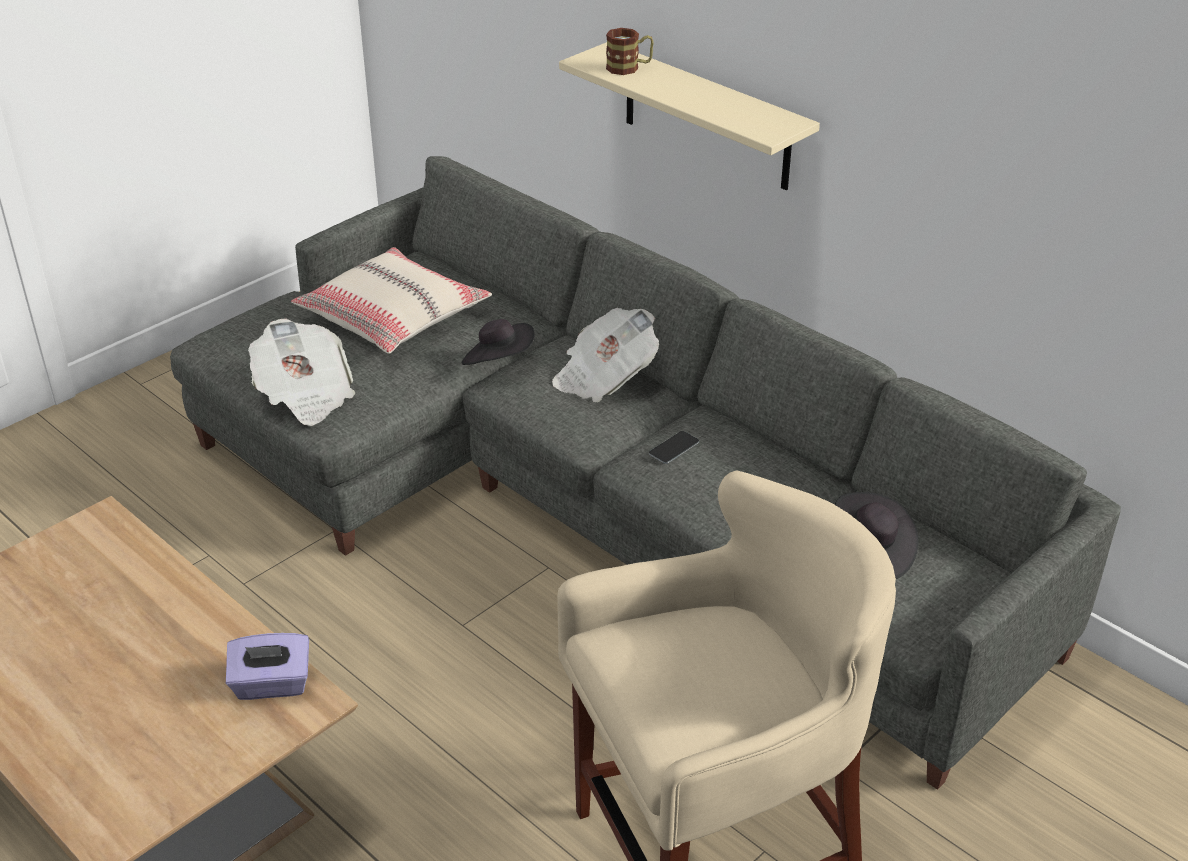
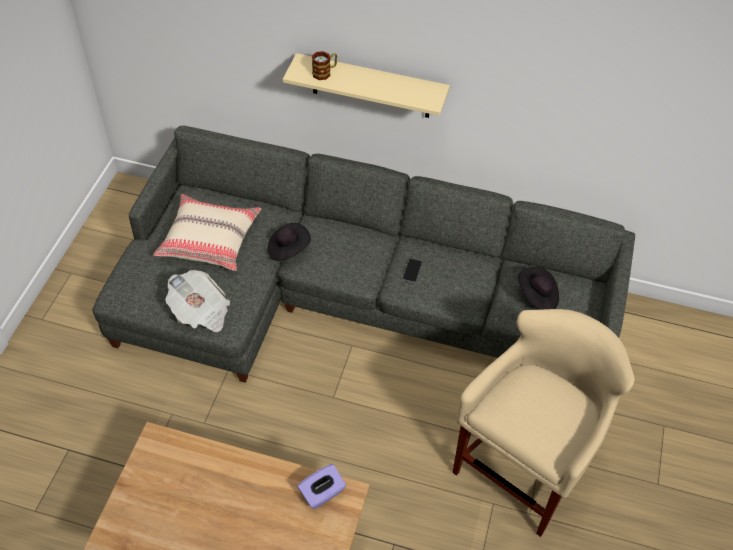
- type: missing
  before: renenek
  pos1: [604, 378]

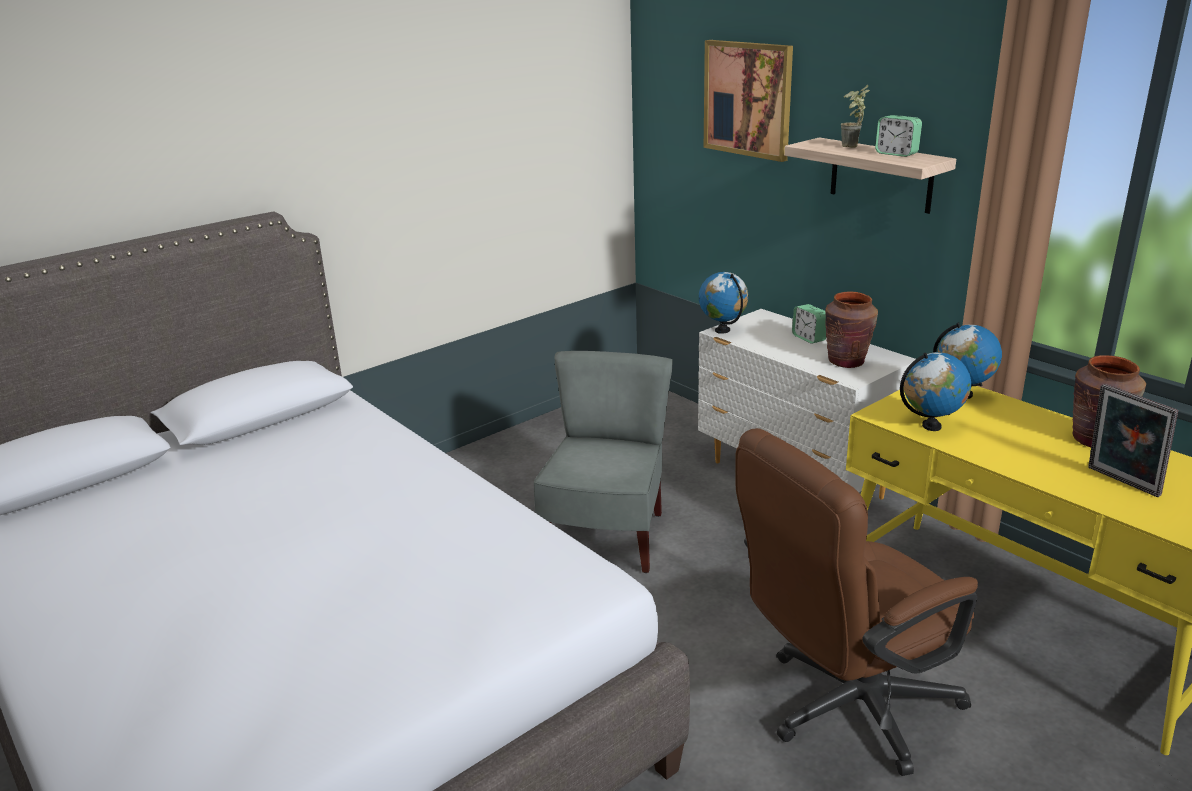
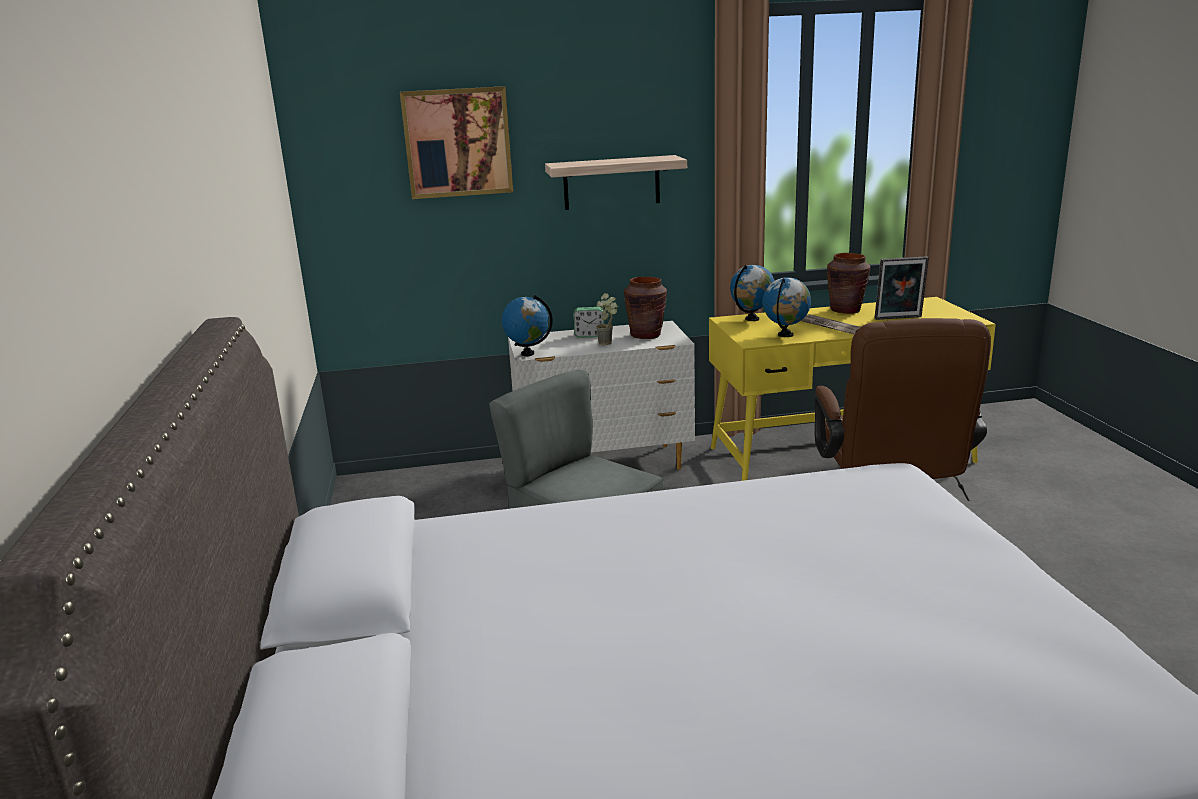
- type: relocated
  before: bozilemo
  pos1: [852, 147]
  pos2: [609, 344]
- type: missing
  before: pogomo
  pos1: [896, 154]
- type: appeared
  after: renenek
  pos2: [830, 326]

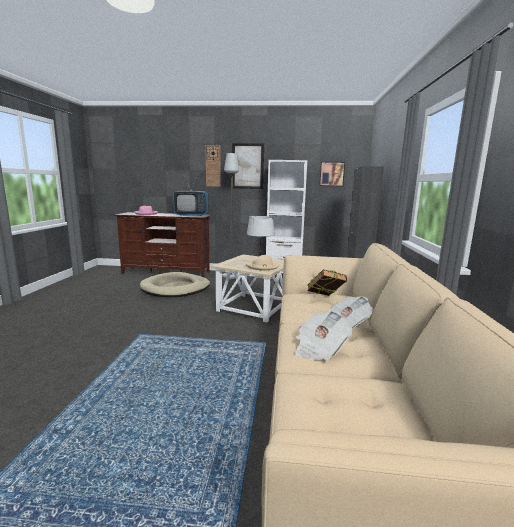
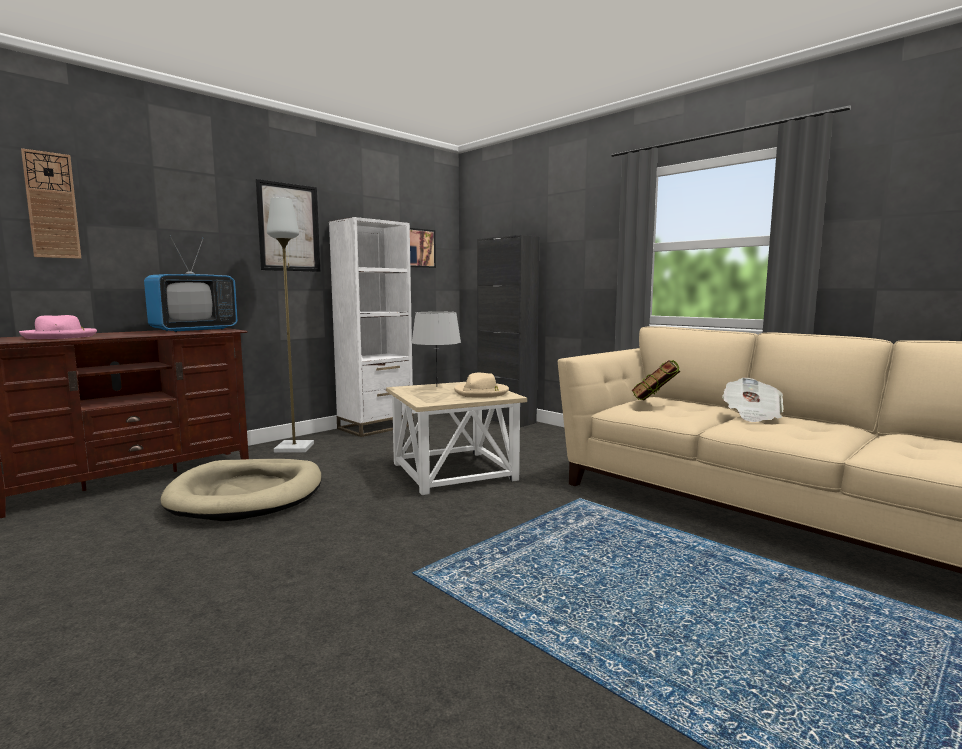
- type: relocated
  before: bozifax
  pos1: [213, 166]
  pos2: [52, 205]
- type: missing
  before: renenek
  pos1: [319, 349]

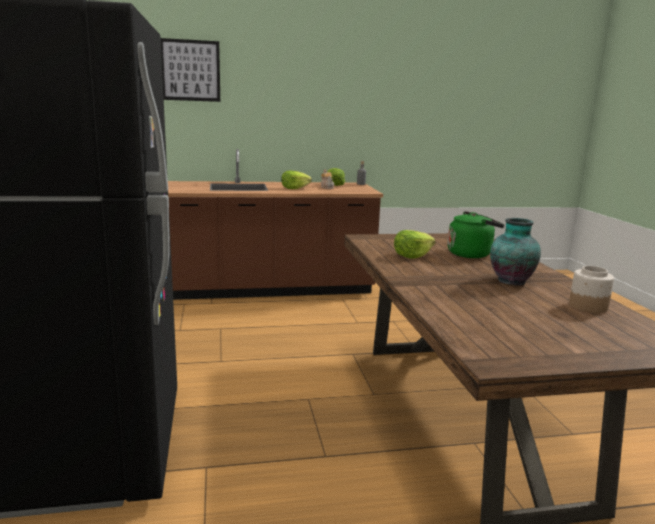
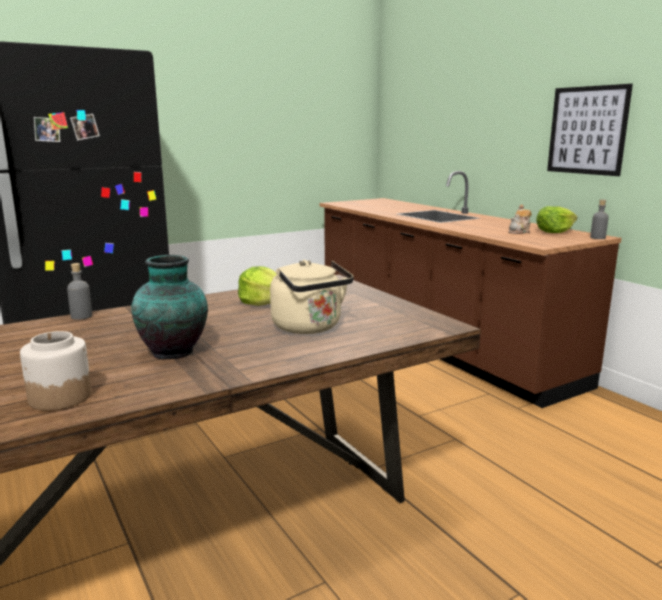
- type: relocated
  before: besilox
  pos1: [190, 70]
  pos2: [587, 130]
- type: missing
  before: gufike
  pos1: [294, 188]
- type: colour
  before: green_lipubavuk
  after: beige_lipubavuk
  pos1: [471, 254]
  pos2: [309, 328]
- type: appeared
  after: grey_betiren
  pos2: [81, 316]

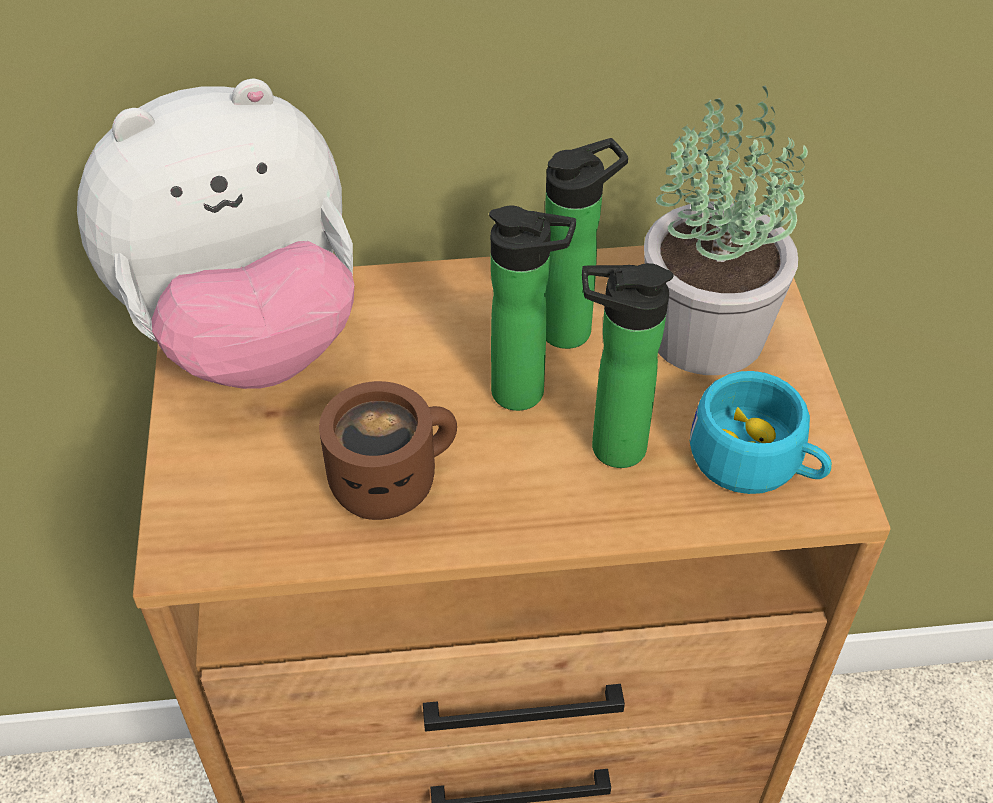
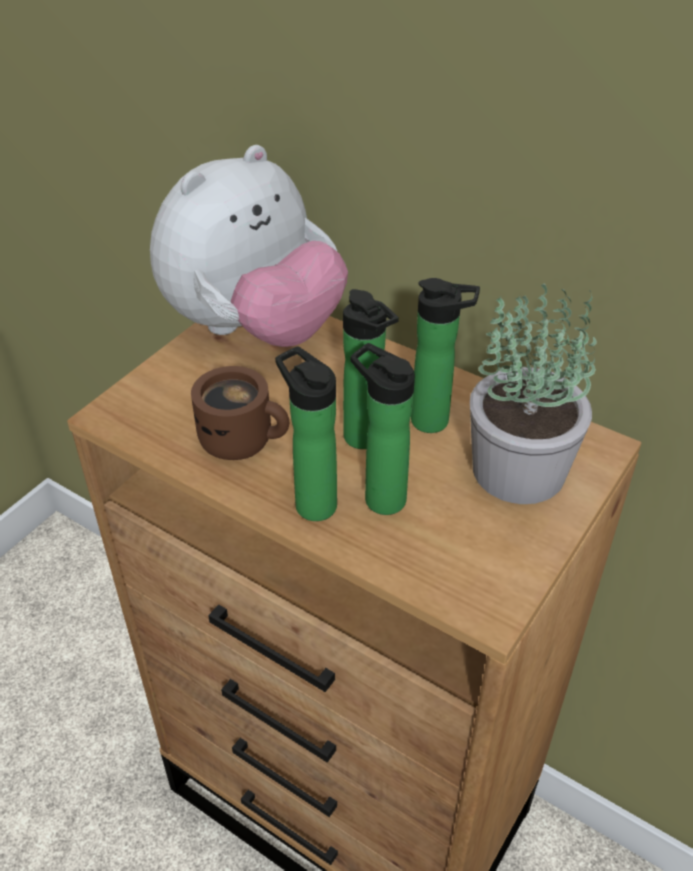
- type: spun
  before: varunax
  pos1: [246, 335]
  pos2: [254, 329]
  turn: -60
- type: missing
  before: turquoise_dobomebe
  pos1: [757, 462]
- type: appeared
  after: betiren
  pos2: [311, 502]

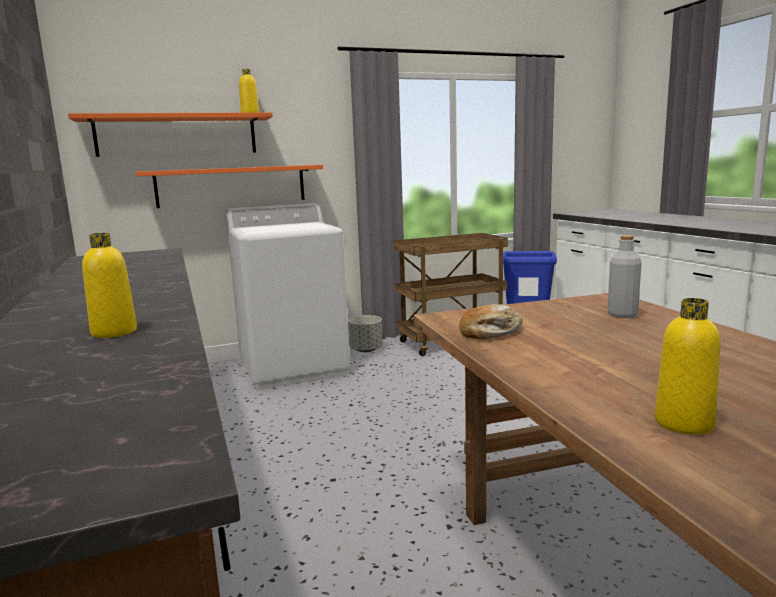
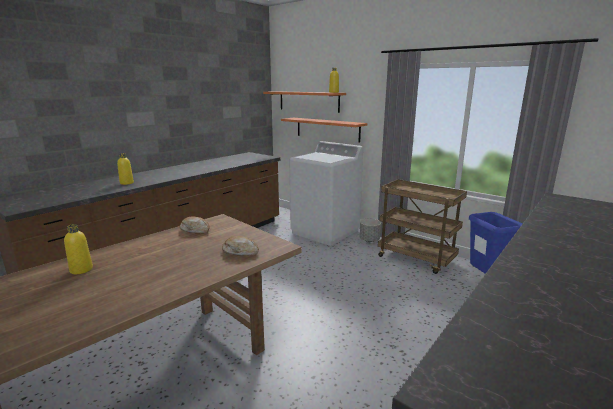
- type: exchanged
  before: grey_betiren
  after: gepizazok
  pos1: [622, 315]
  pos2: [240, 251]

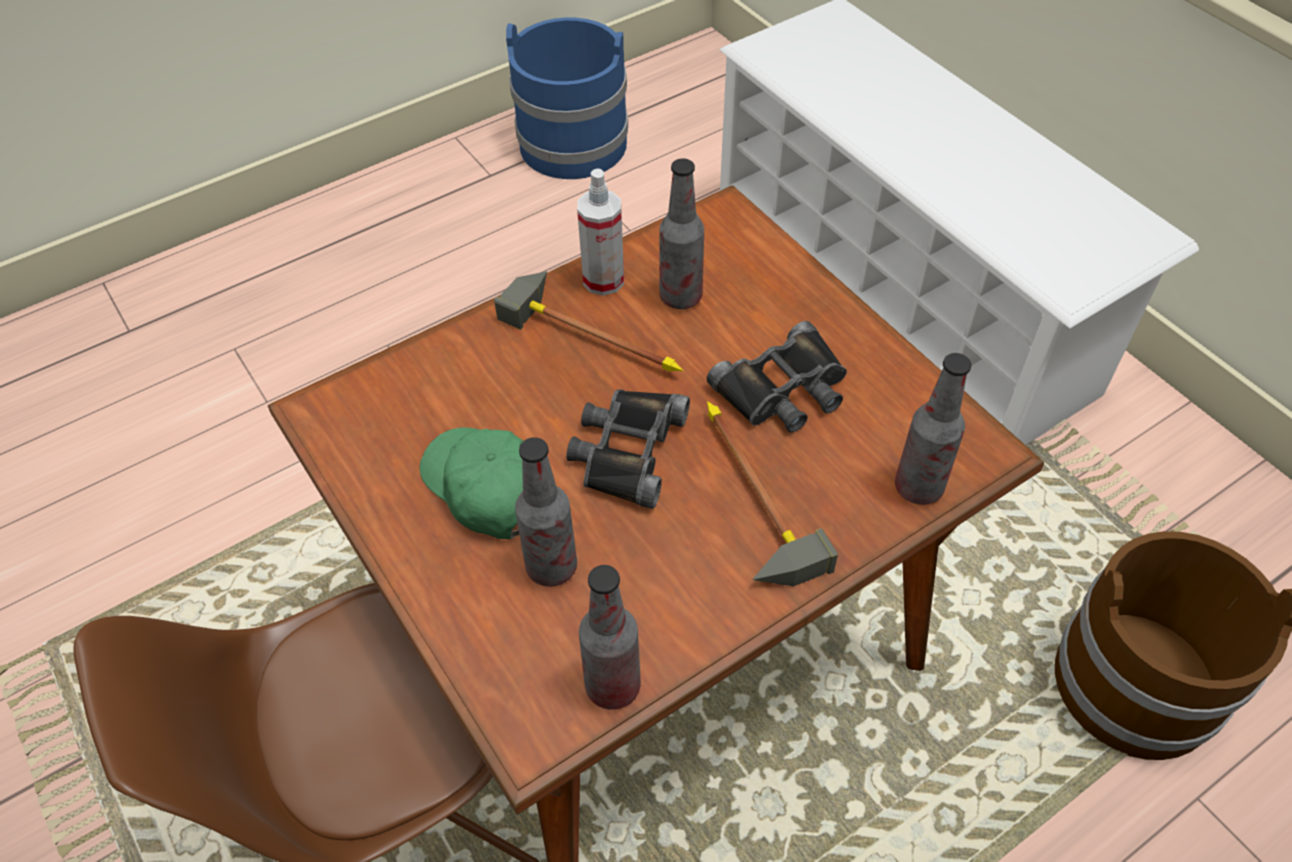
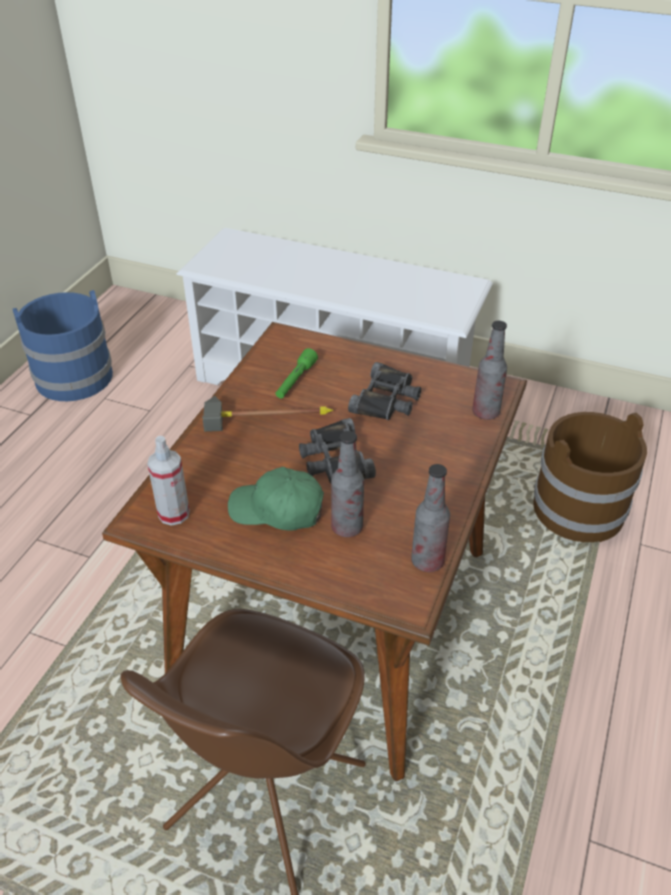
- type: relocated
  before: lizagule
  pos1: [603, 280]
  pos2: [174, 513]
- type: exchanged
  before: betiren
  after: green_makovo
  pos1: [680, 297]
  pos2: [295, 381]
- type: missing
  before: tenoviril
  pos1: [743, 495]

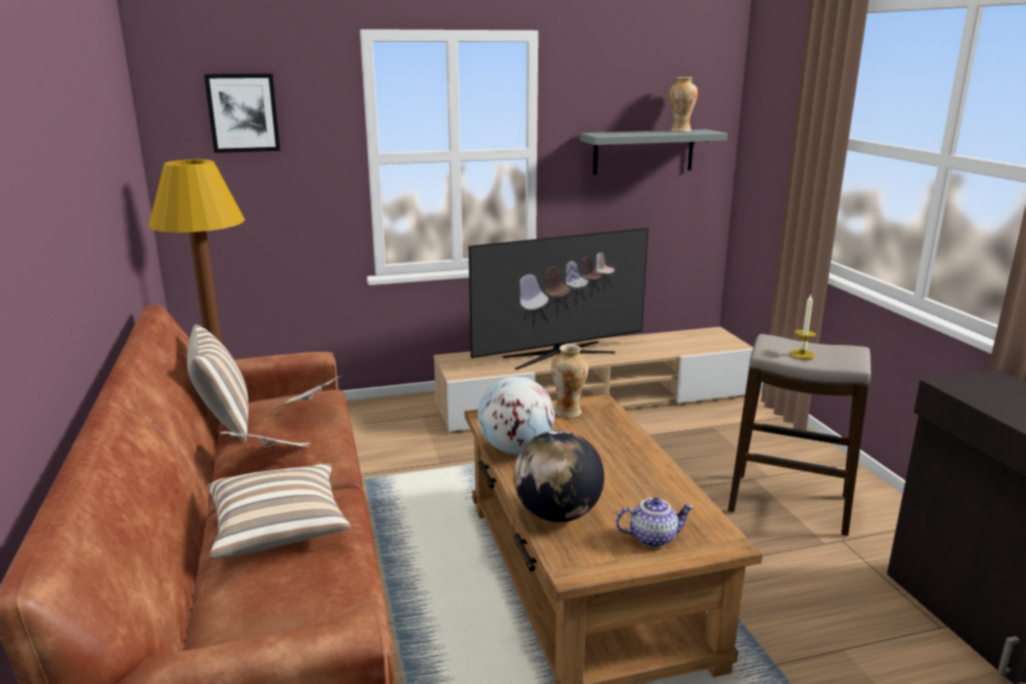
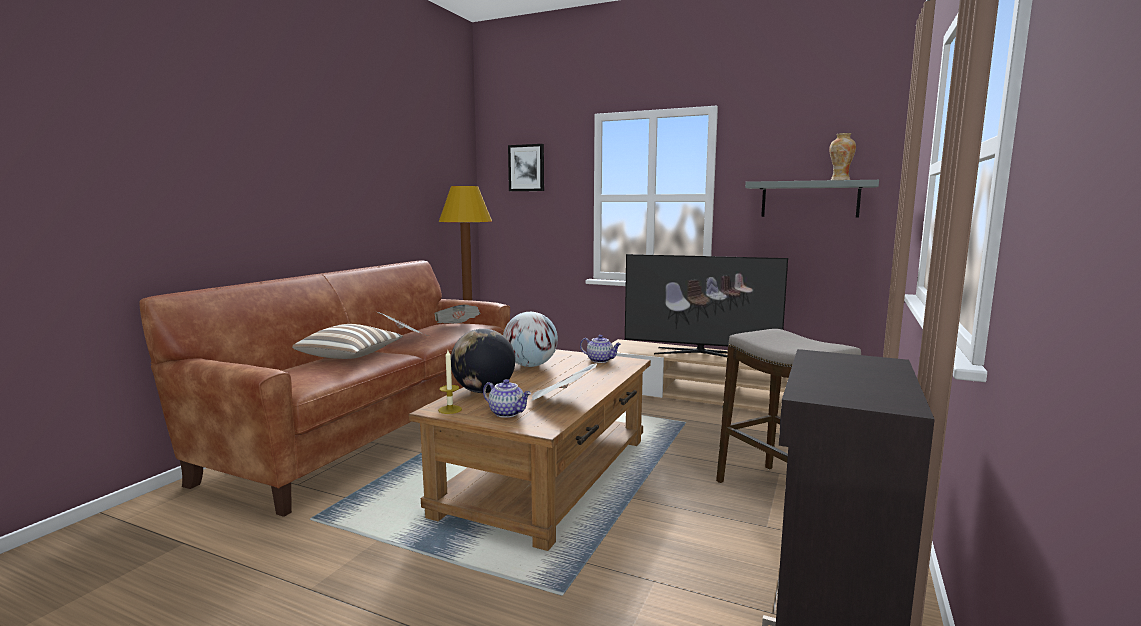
- type: missing
  before: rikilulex
  pos1: [224, 424]
- type: exchanged
  before: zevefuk
  after: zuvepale
  pos1: [568, 412]
  pos2: [600, 360]
- type: relocated
  before: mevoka
  pos1: [802, 354]
  pos2: [450, 409]
- type: appeared
  after: renenek
  pos2: [561, 401]

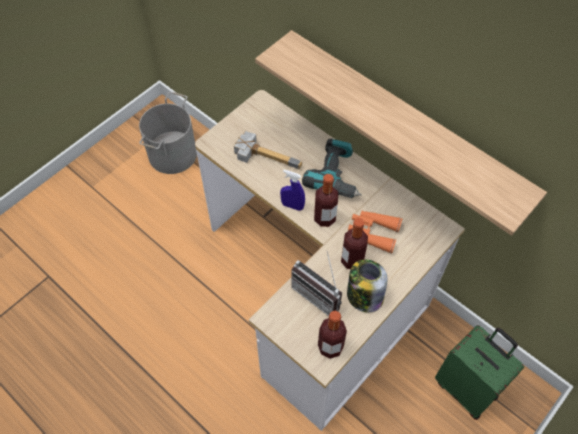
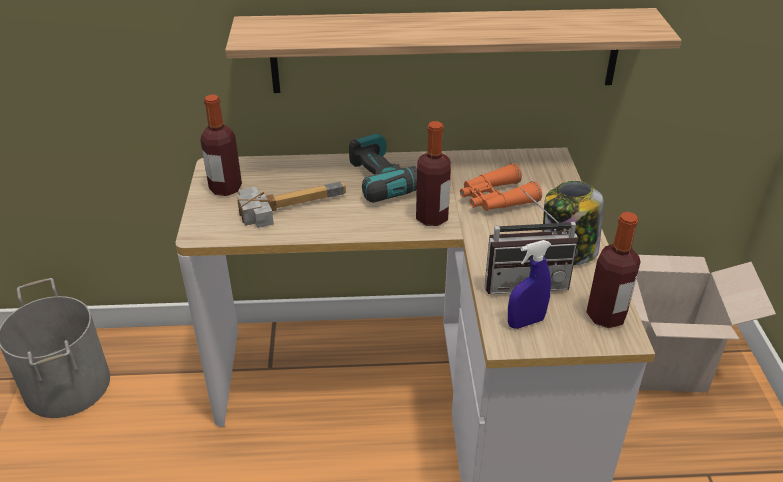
- type: relocated
  before: blue_lizagule
  pos1: [292, 206]
  pos2: [525, 322]
- type: relocated
  before: betiren
  pos1: [352, 260]
  pos2: [225, 188]
- type: exchanged
  before: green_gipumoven
  after: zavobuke
  pos1: [467, 388]
  pos2: [660, 363]

